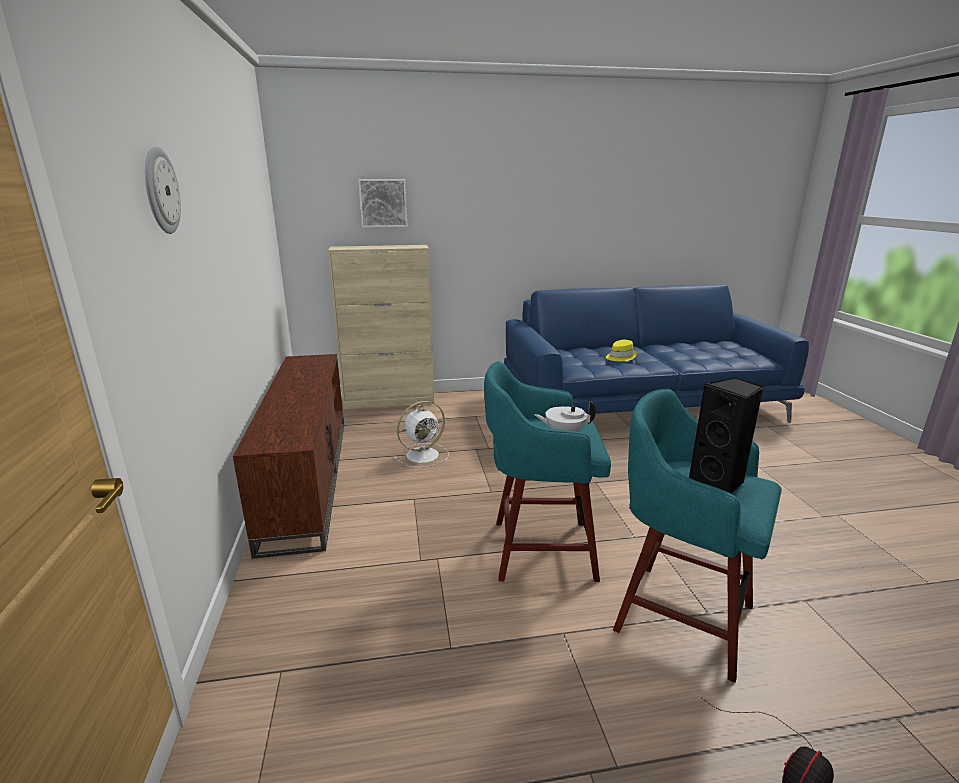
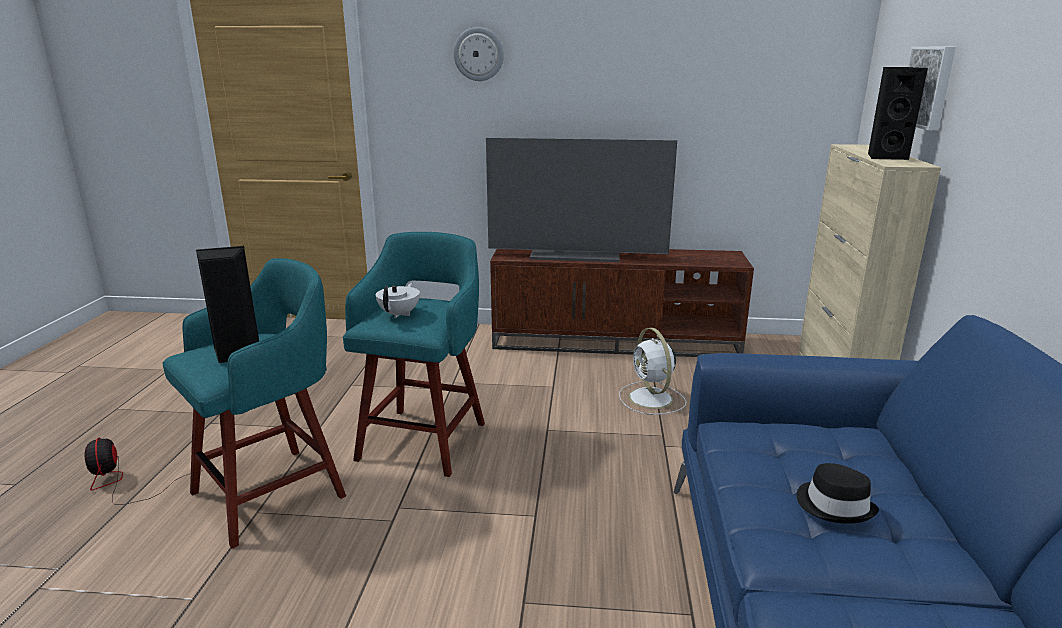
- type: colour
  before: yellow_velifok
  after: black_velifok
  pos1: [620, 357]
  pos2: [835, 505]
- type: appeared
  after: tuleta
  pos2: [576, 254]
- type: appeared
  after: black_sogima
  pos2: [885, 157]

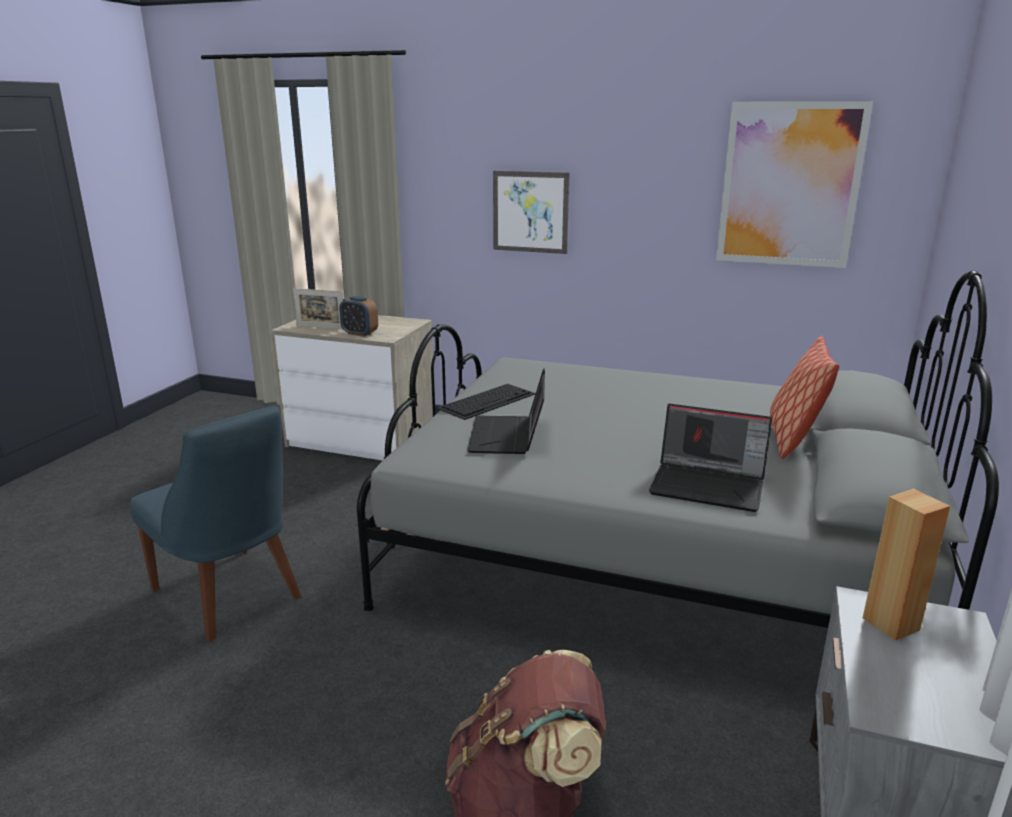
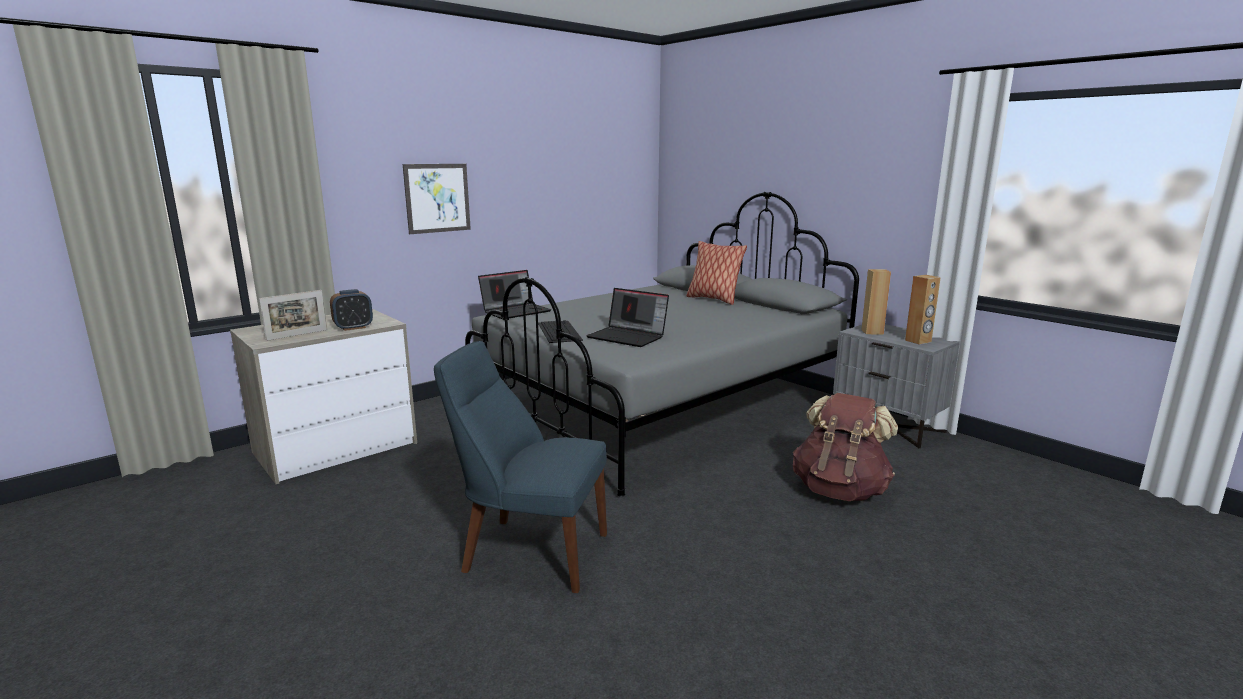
- type: spun
  before: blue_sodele
  pos1: [230, 596]
  pos2: [530, 552]
  turn: -150
- type: relocated
  before: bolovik
  pos1: [709, 485]
  pos2: [516, 311]
- type: missing
  before: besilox
  pos1: [789, 185]
- type: appeared
  after: brown_sogima
  pos2: [918, 341]

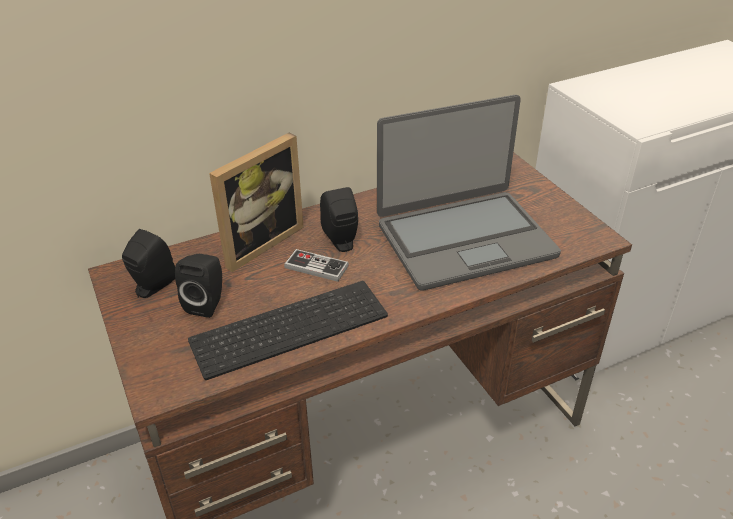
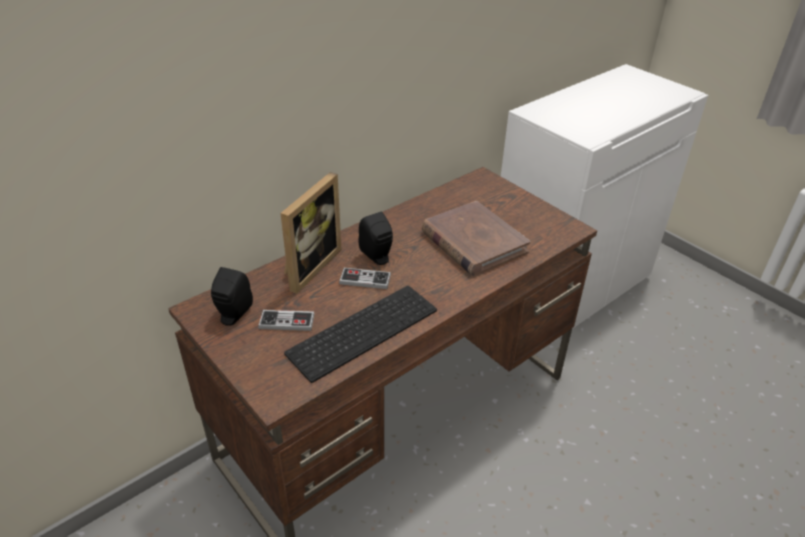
- type: exchanged
  before: black_sogima
  after: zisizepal
  pos1: [207, 303]
  pos2: [287, 322]
- type: exchanged
  before: bolovik
  after: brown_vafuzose
  pos1: [464, 239]
  pos2: [473, 242]

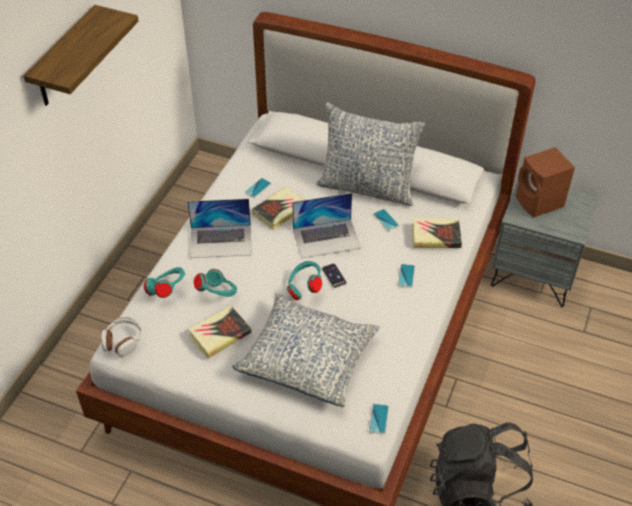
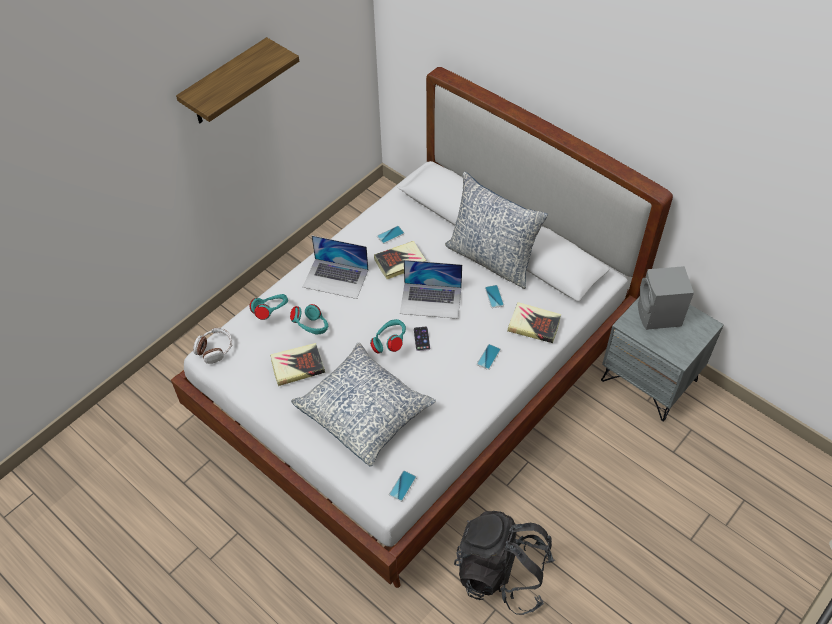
- type: colour
  before: brown_sogima
  after: grey_sogima
  pos1: [540, 203]
  pos2: [659, 316]

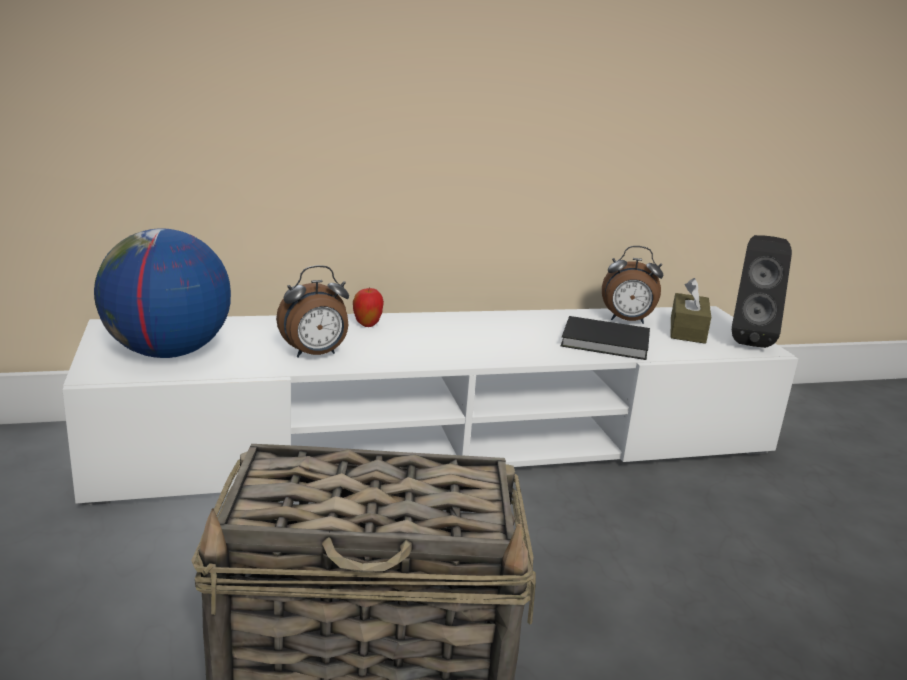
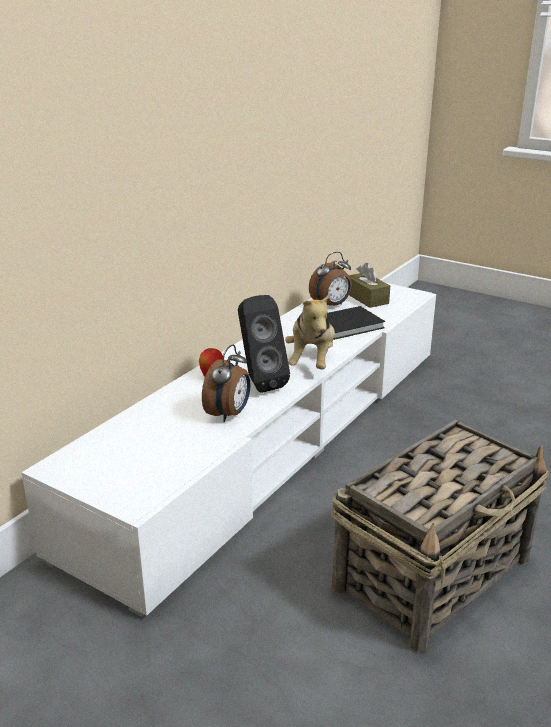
- type: missing
  before: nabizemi
  pos1: [167, 353]
- type: relocated
  before: black_sogima
  pos1: [748, 339]
  pos2: [259, 383]
- type: appeared
  after: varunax
  pos2: [312, 361]

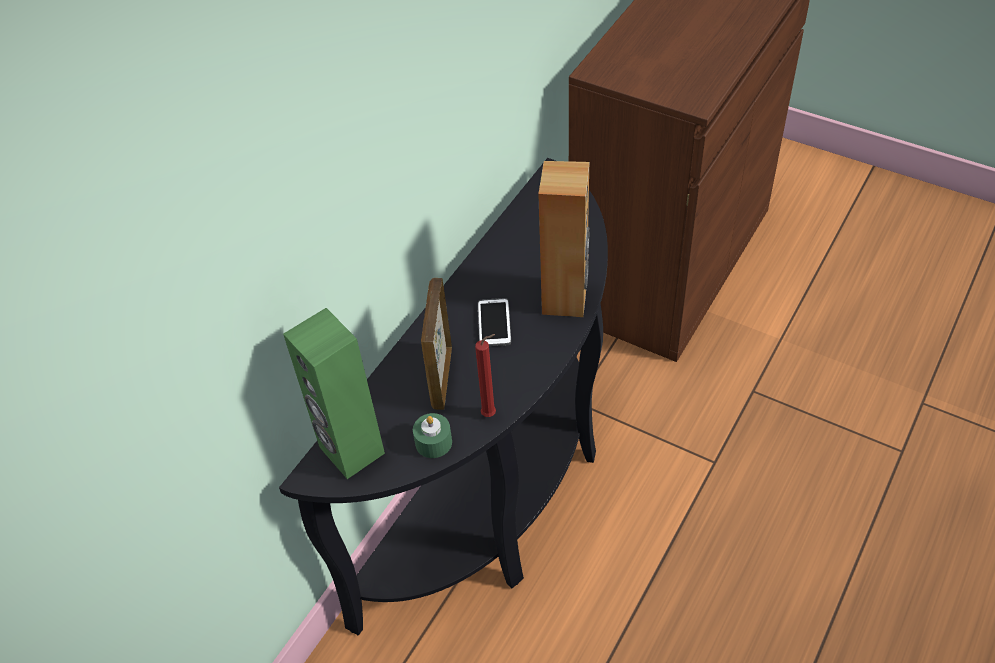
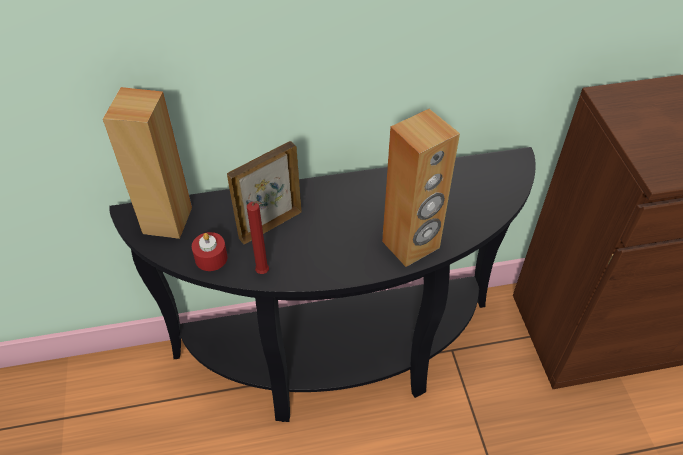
- type: colour
  before: green_sogima
  after: brown_sogima
  pos1: [351, 451]
  pos2: [166, 220]
- type: colour
  before: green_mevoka
  after: red_mevoka
  pos1: [433, 442]
  pos2: [211, 258]
- type: missing
  before: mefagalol
  pos1: [494, 323]

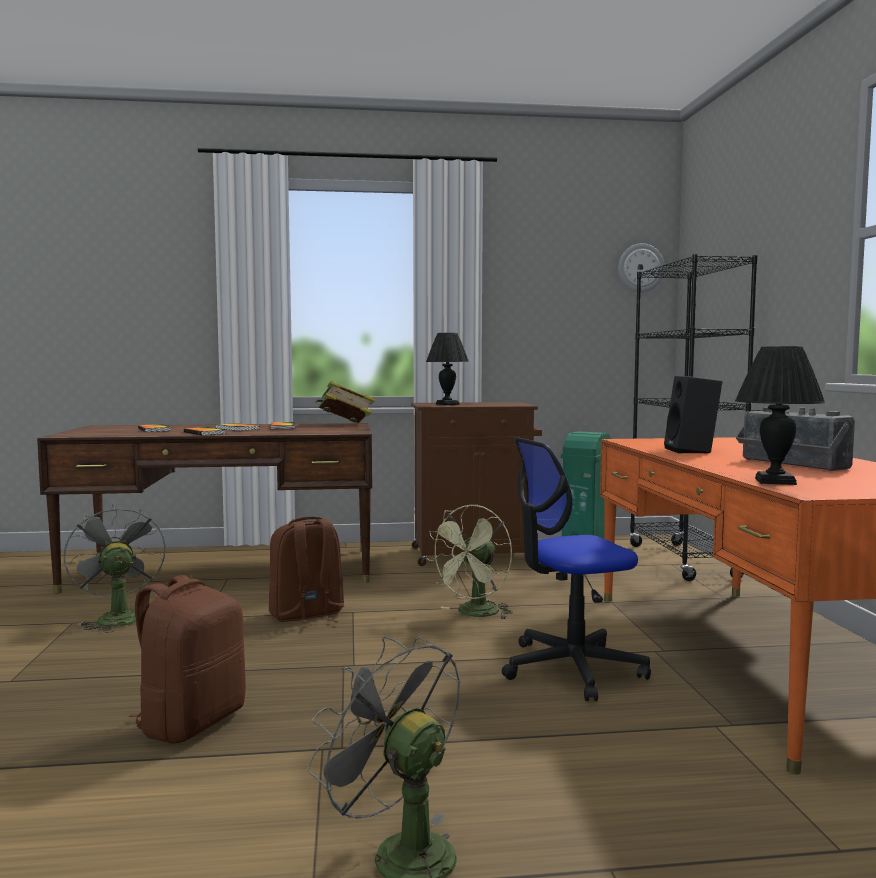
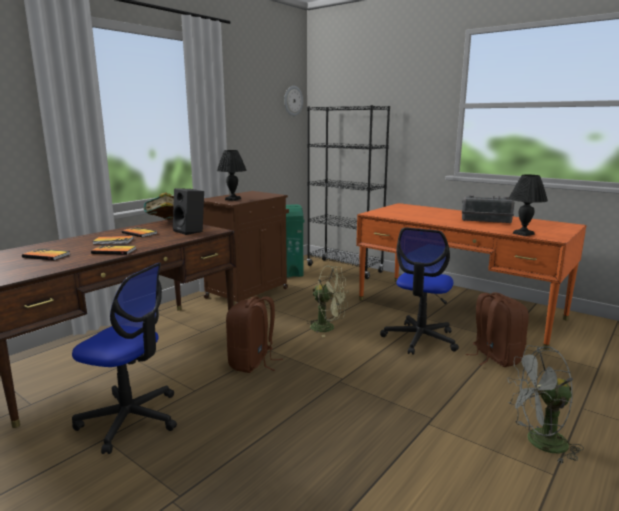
- type: exchanged
  before: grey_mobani
  after: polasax
  pos1: [116, 617]
  pos2: [130, 419]
- type: relocated
  before: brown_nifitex
  pos1: [191, 722]
  pos2: [494, 357]
- type: spun
  before: green_mobani
  pos1: [474, 614]
  pos2: [328, 328]
  turn: -60
- type: relocated
  before: black_sogima
  pos1: [692, 451]
  pos2: [190, 231]

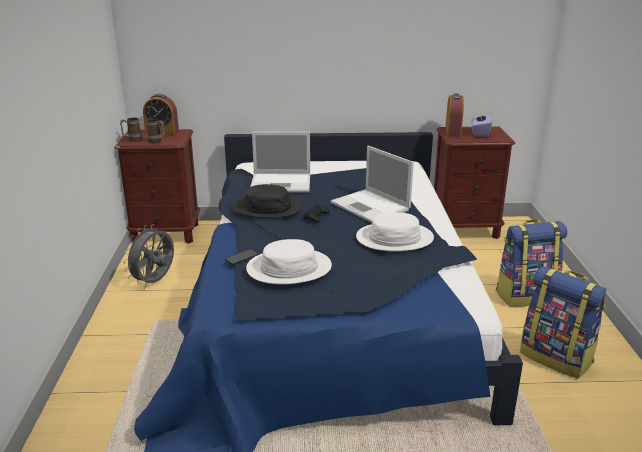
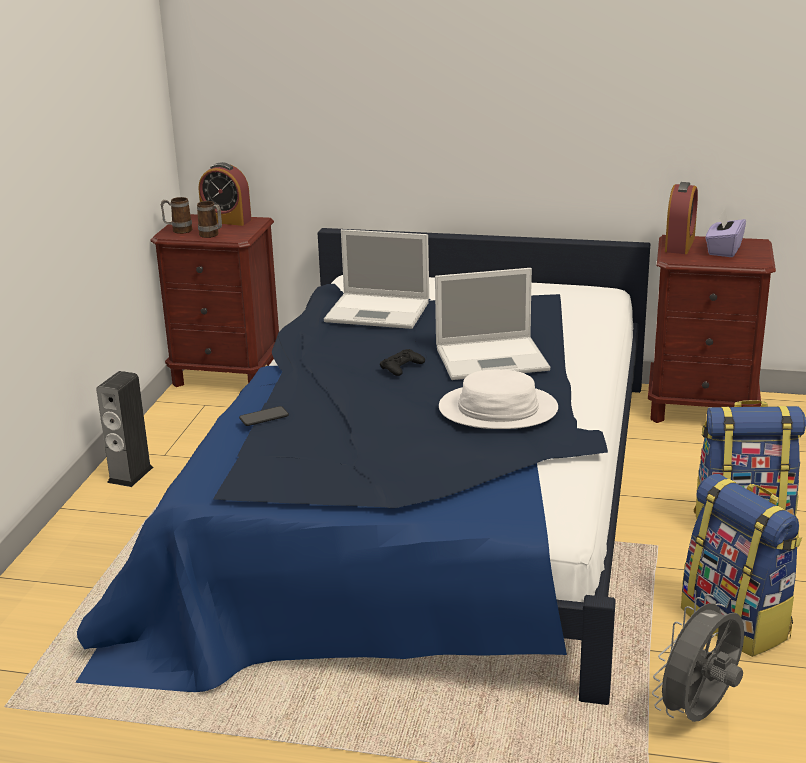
- type: relocated
  before: grey_mobani
  pos1: [155, 282]
  pos2: [699, 714]
- type: missing
  before: black_velifok
  pos1: [267, 207]
- type: missing
  before: white_velifok
  pos1: [289, 268]
- type: spun
  before: bolovik
  pos1: [371, 207]
  pos2: [494, 358]
  turn: -75
- type: appeared
  after: sogima
  pos2: [130, 474]

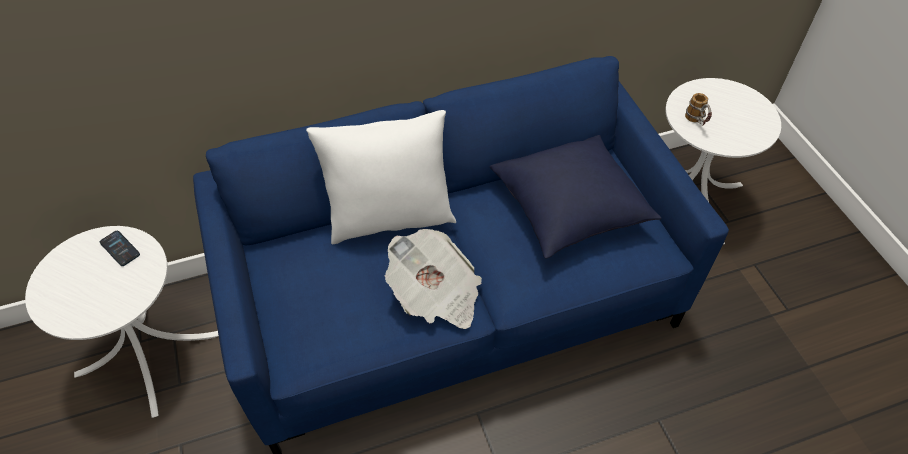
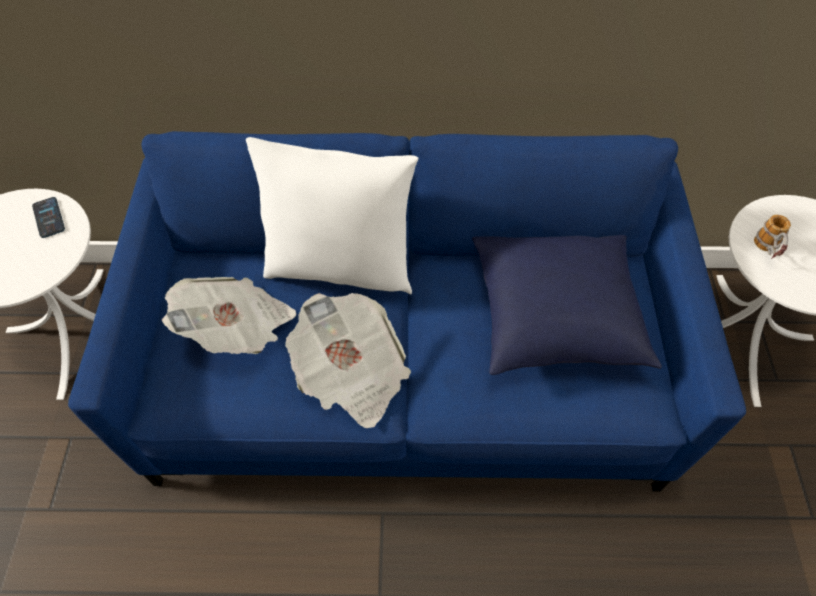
- type: appeared
  after: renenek
  pos2: [238, 328]

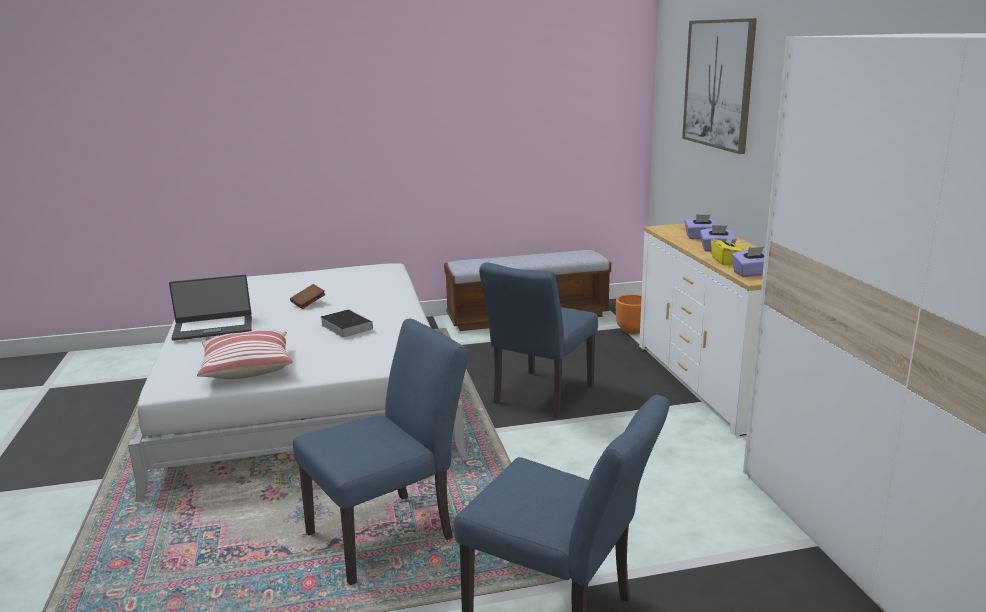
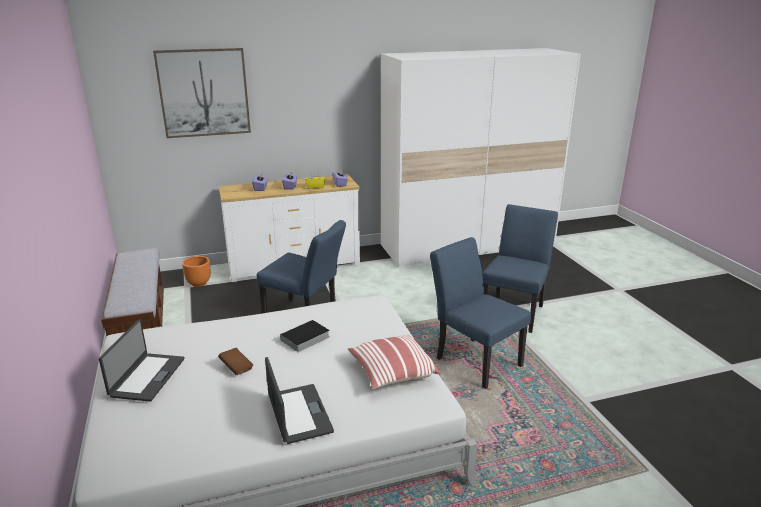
- type: appeared
  after: bolovik
  pos2: [147, 377]

